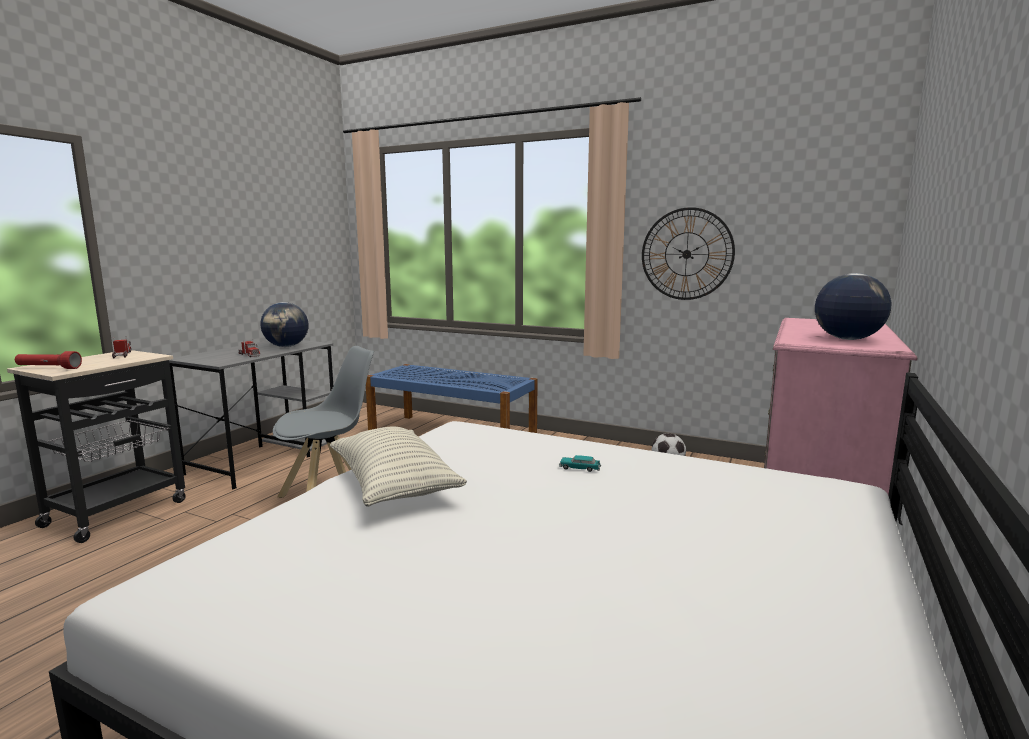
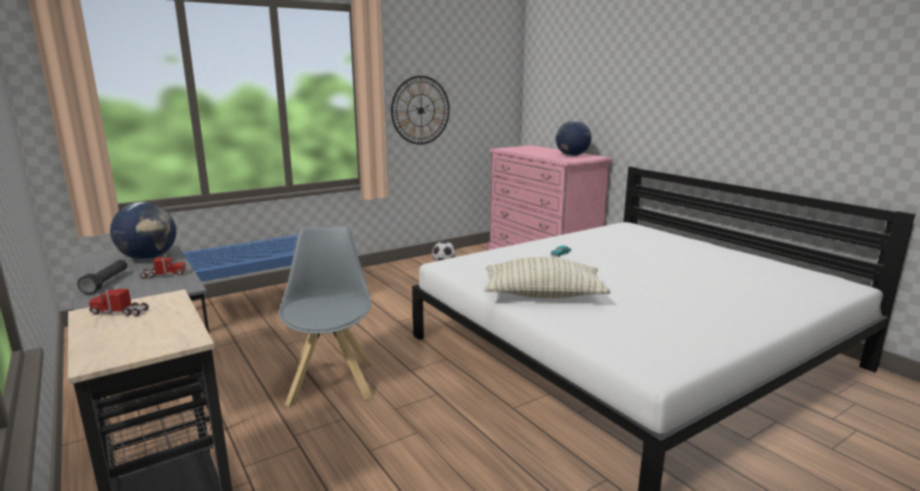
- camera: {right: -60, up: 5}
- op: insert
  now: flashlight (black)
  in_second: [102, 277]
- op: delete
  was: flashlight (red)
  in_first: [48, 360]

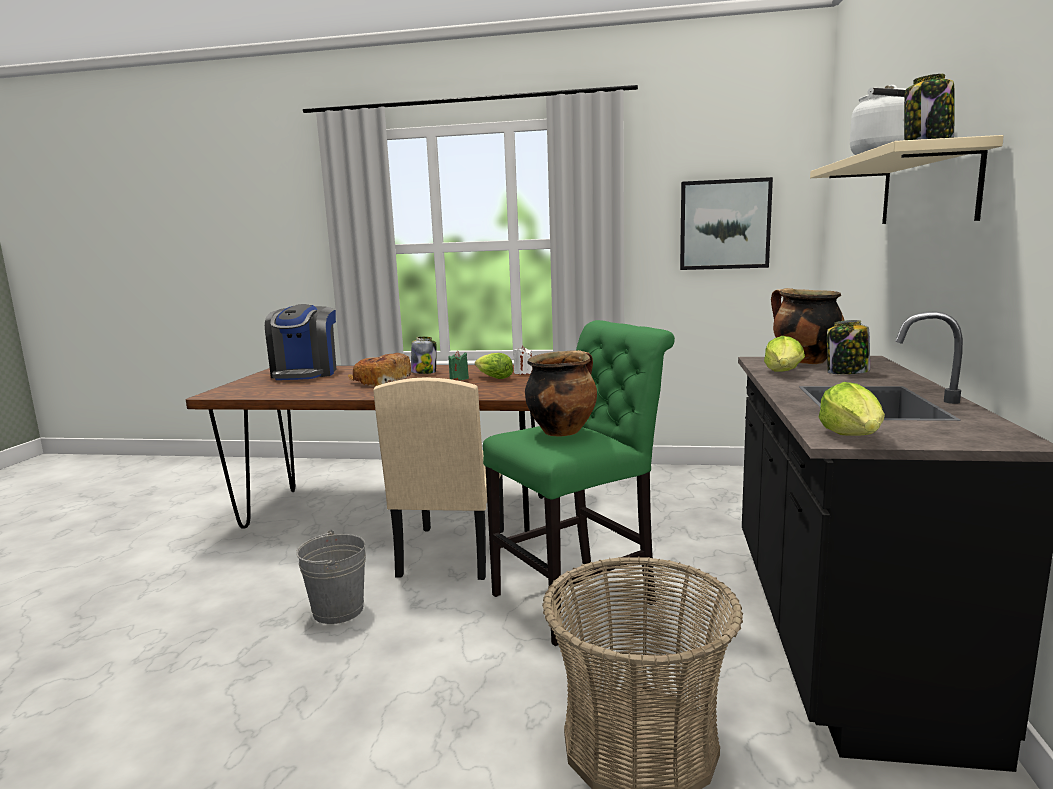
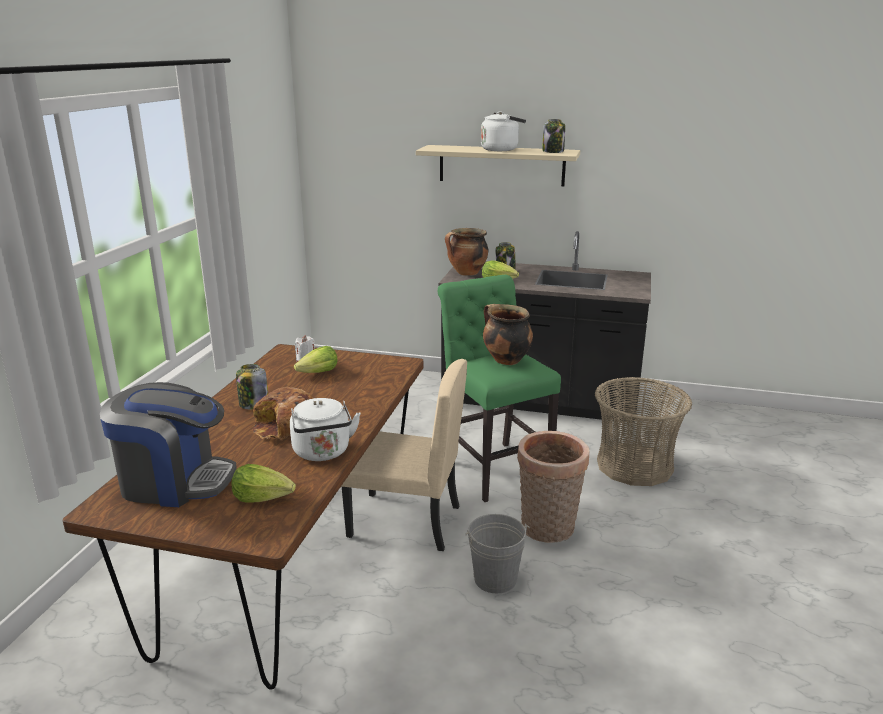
- camera: {right: -85, up: 10}
- op: move
  was: lettuce
  in_first: [852, 408]
  in_second: [264, 483]
- op: insert
  now: kettle (white)
  in_second: [325, 429]
- op: insert
  now: basket
  in_second: [553, 487]
- op: delete
  was: candle (green)
  in_first: [458, 365]
- op: delete
  was: picture
  in_first: [726, 223]

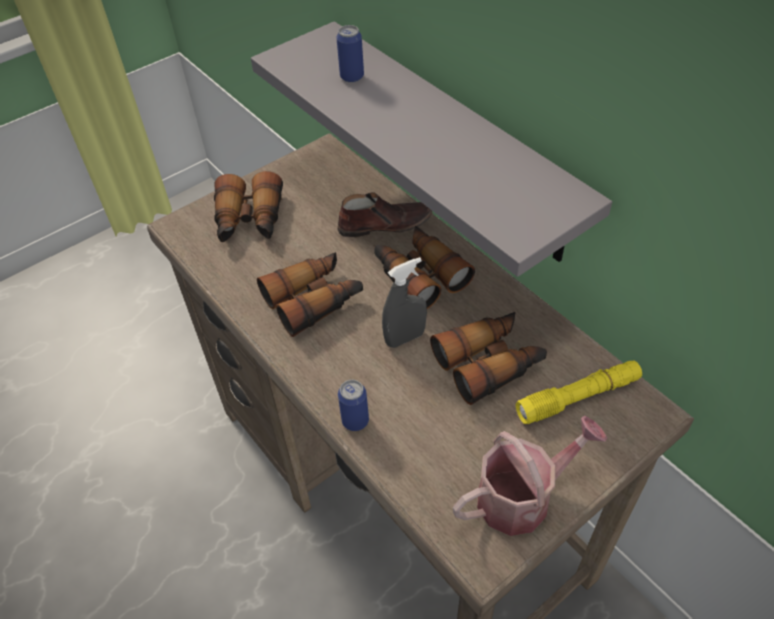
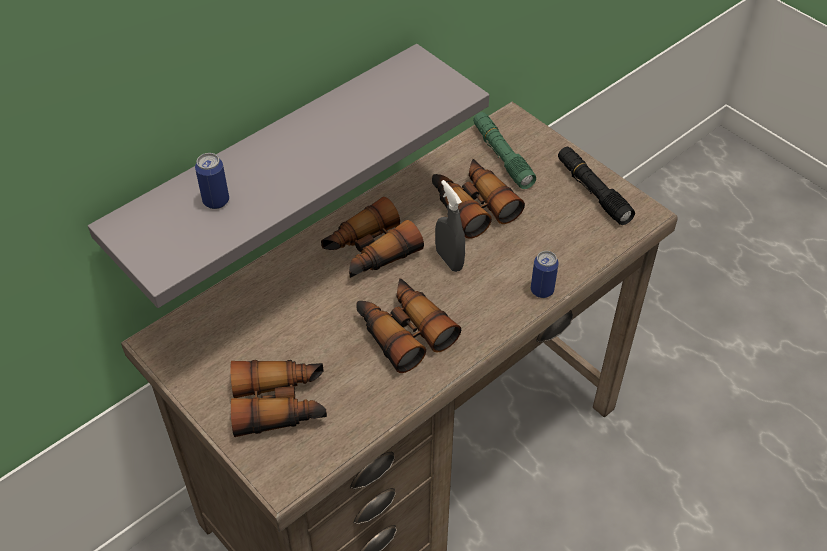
- camera: {right: -95, up: 0}
- op: recolor
  was: flashlight (yellow)
  now: flashlight (green)
  in_first: [579, 392]
  in_second: [504, 150]
- op: replace
  was: watering can
  now: flashlight (black)
  in_first: [530, 475]
  in_second: [596, 186]
- op: delete
  was: shoe (brown)
  in_first: [384, 215]

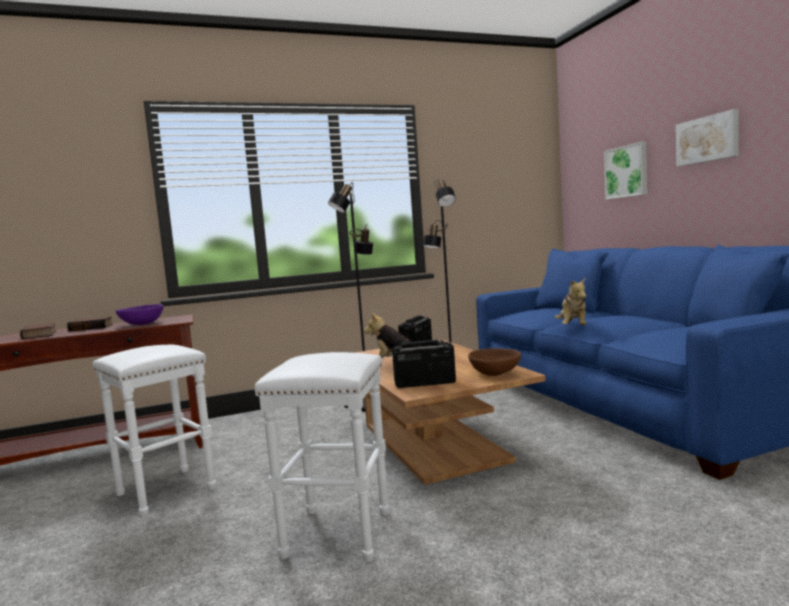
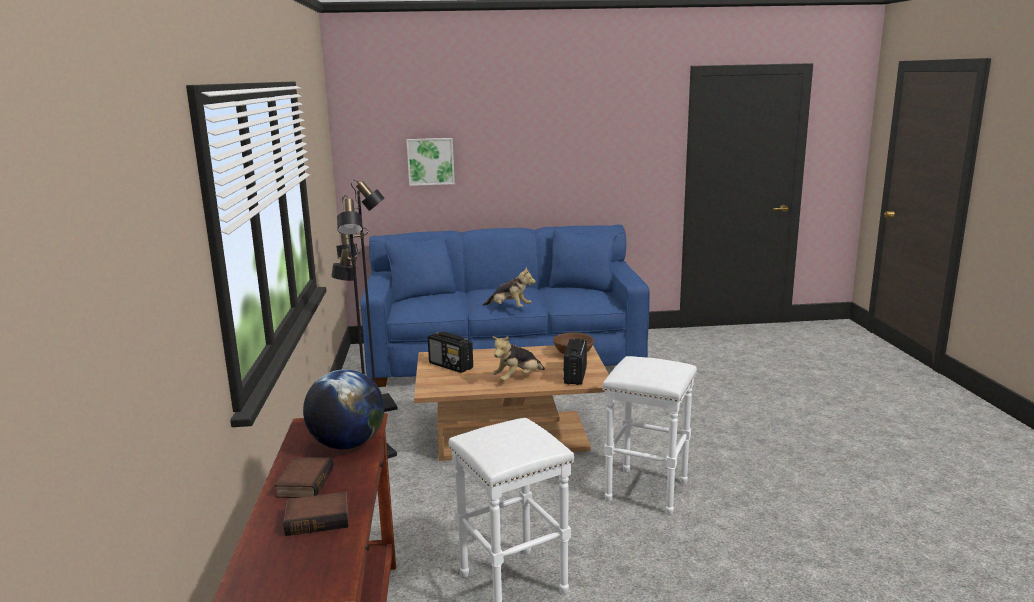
- camera: {right: -75, up: 10}
- op: replace
  was: bowl (purple)
  now: globe
  in_first: [140, 314]
  in_second: [343, 409]
- op: delete
  was: picture
  in_first: [707, 138]

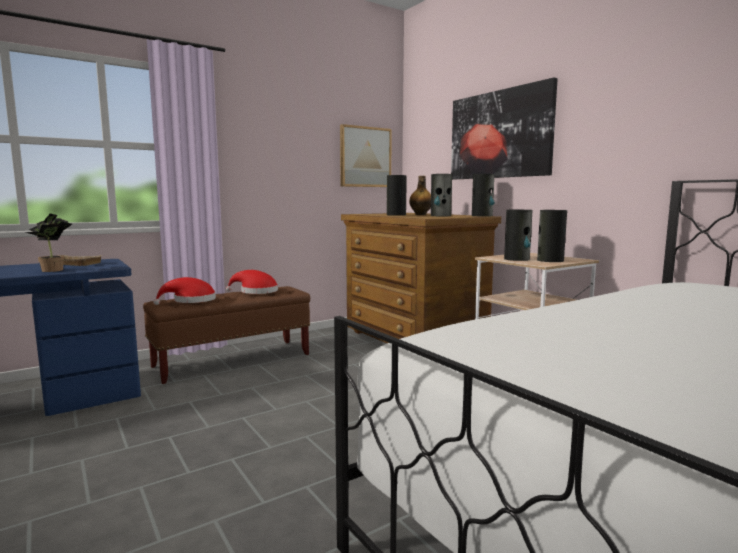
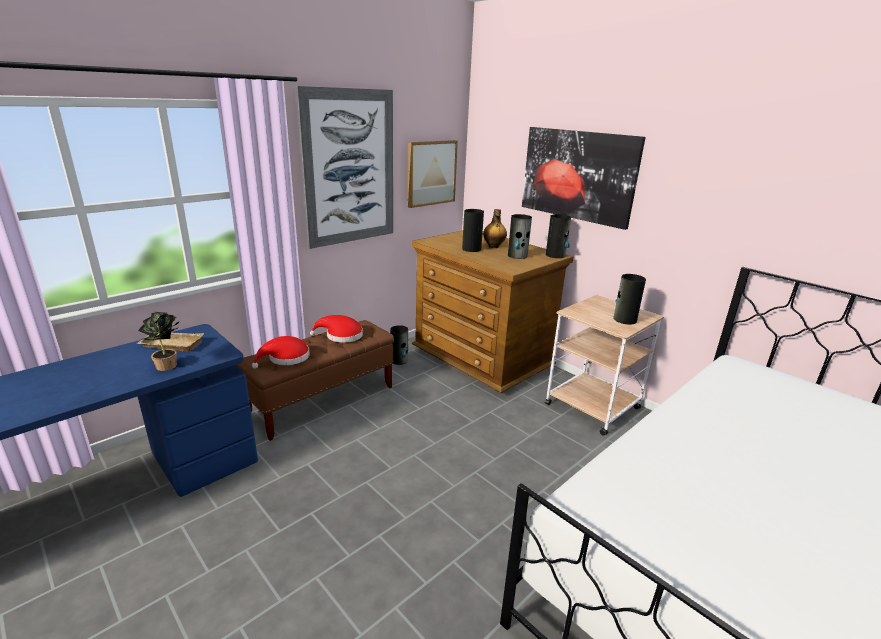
- camera: {right: -10, up: 15}
- op: insert
  now: picture
  in_second: [344, 167]
- op: move
  was: vase
  in_first: [518, 235]
  in_second: [399, 345]

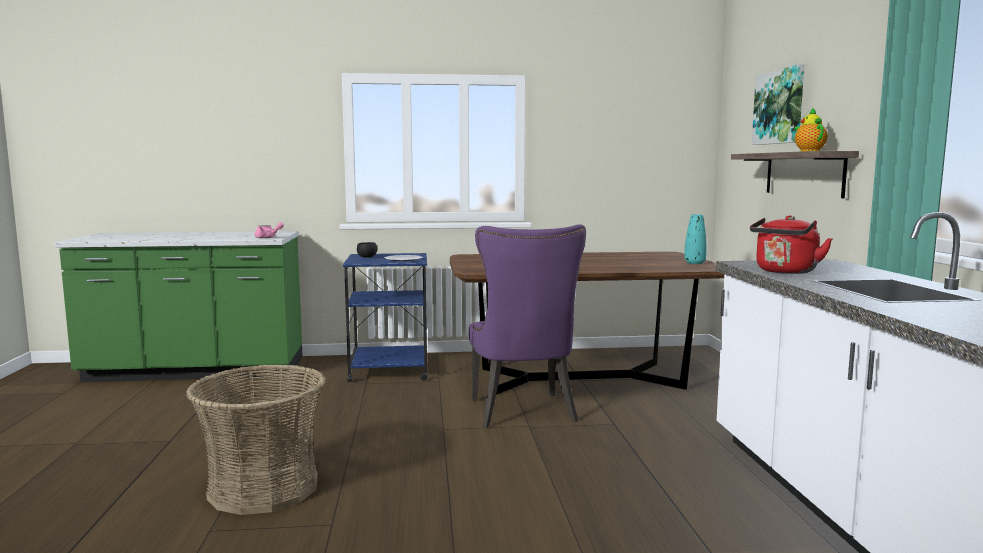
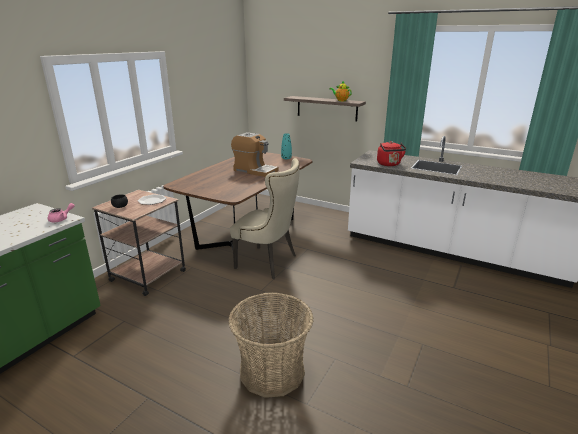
- camera: {right: -55, up: 15}
- op: recolor
  was: cart (blue)
  now: cart (brown)
  in_first: [385, 317]
  in_second: [139, 243]
- op: recolor
  was: chair (purple)
  now: chair (beige)
  in_first: [527, 326]
  in_second: [264, 218]
- op: insert
  now: coffee machine
  in_second: [255, 154]
- op: delete
  was: picture
  in_first: [778, 104]

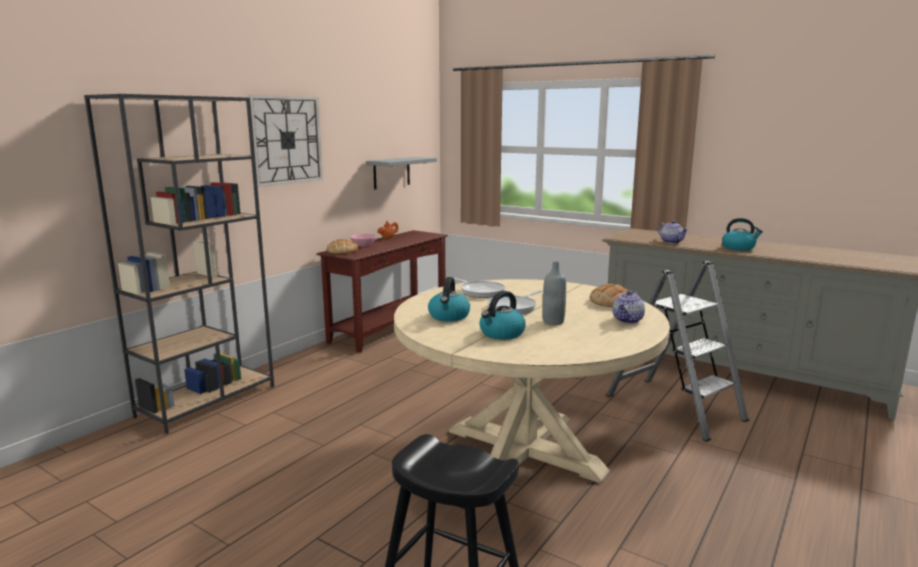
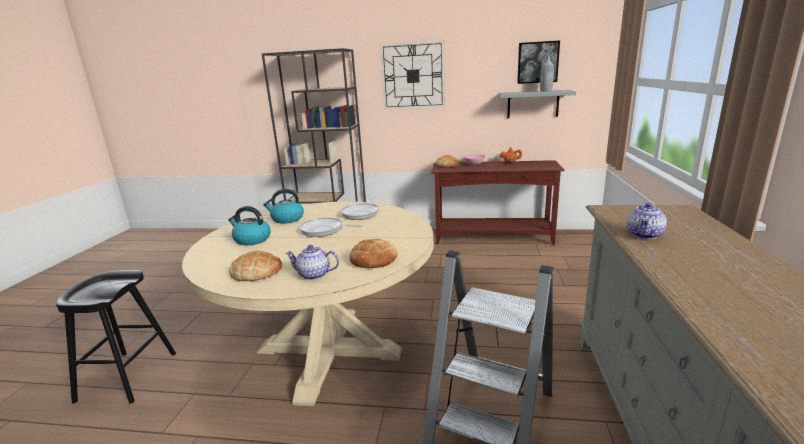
- camera: {right: 65, up: 5}
- op: insert
  now: bread
  in_second: [255, 266]
- op: insert
  now: picture
  in_second: [538, 62]
- op: move
  was: bottle (grey)
  in_first: [554, 293]
  in_second: [547, 74]
- op: delete
  was: kettle
  in_first: [742, 234]

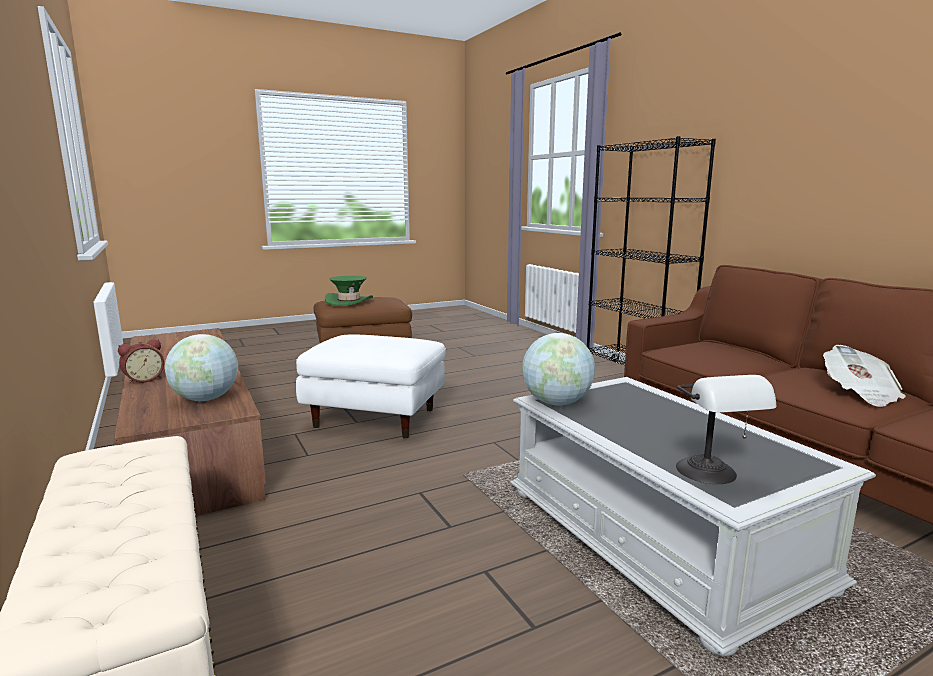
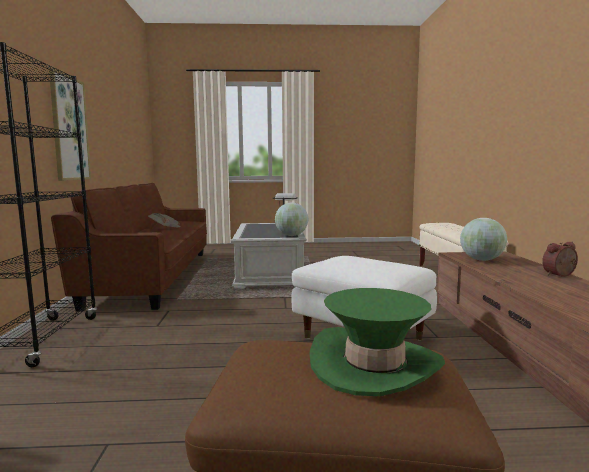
- camera: {right: -155, up: -5}
- op: insert
  now: picture
  in_second: [70, 124]

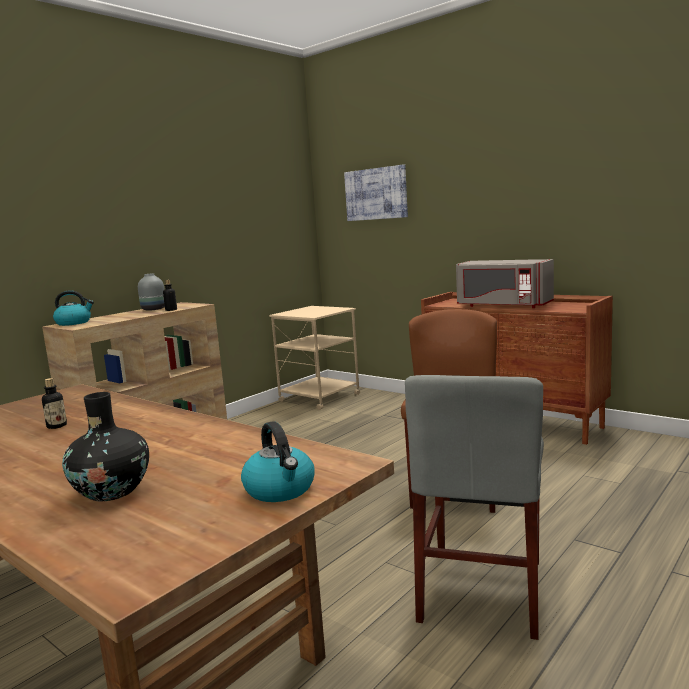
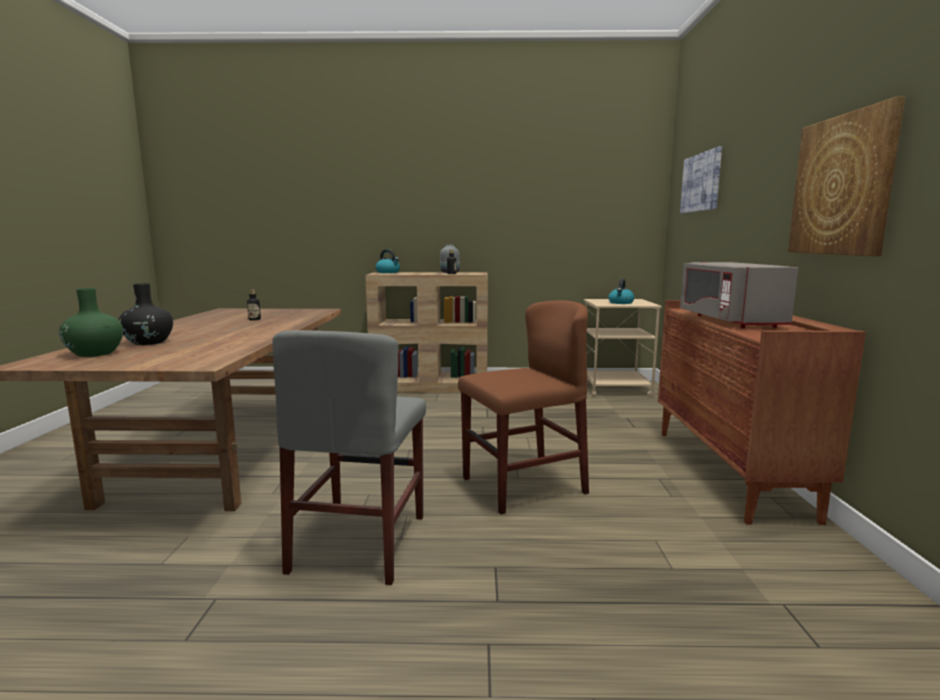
- camera: {right: 50, up: 0}
- op: insert
  now: vase (green)
  in_second: [91, 322]
- op: rotate
  was: chair (grey)
  in_first: [474, 507]
  in_second: [349, 457]
  clockwise: -60
- op: move
  was: kettle
  in_first: [278, 461]
  in_second: [621, 291]
- op: insert
  now: picture
  in_second: [847, 176]

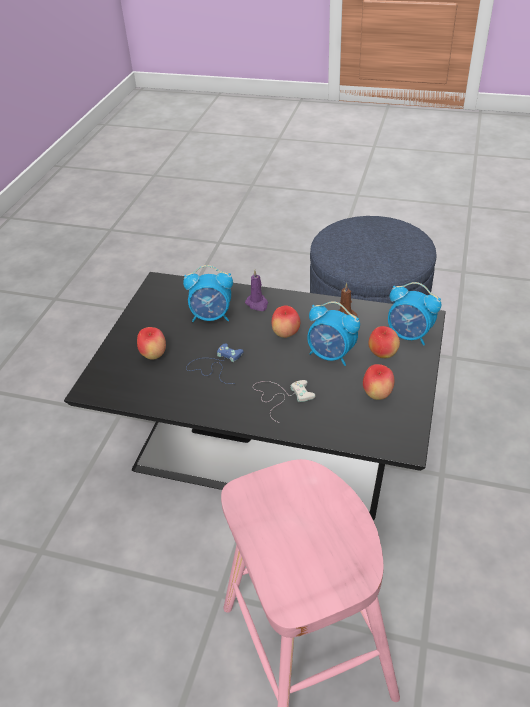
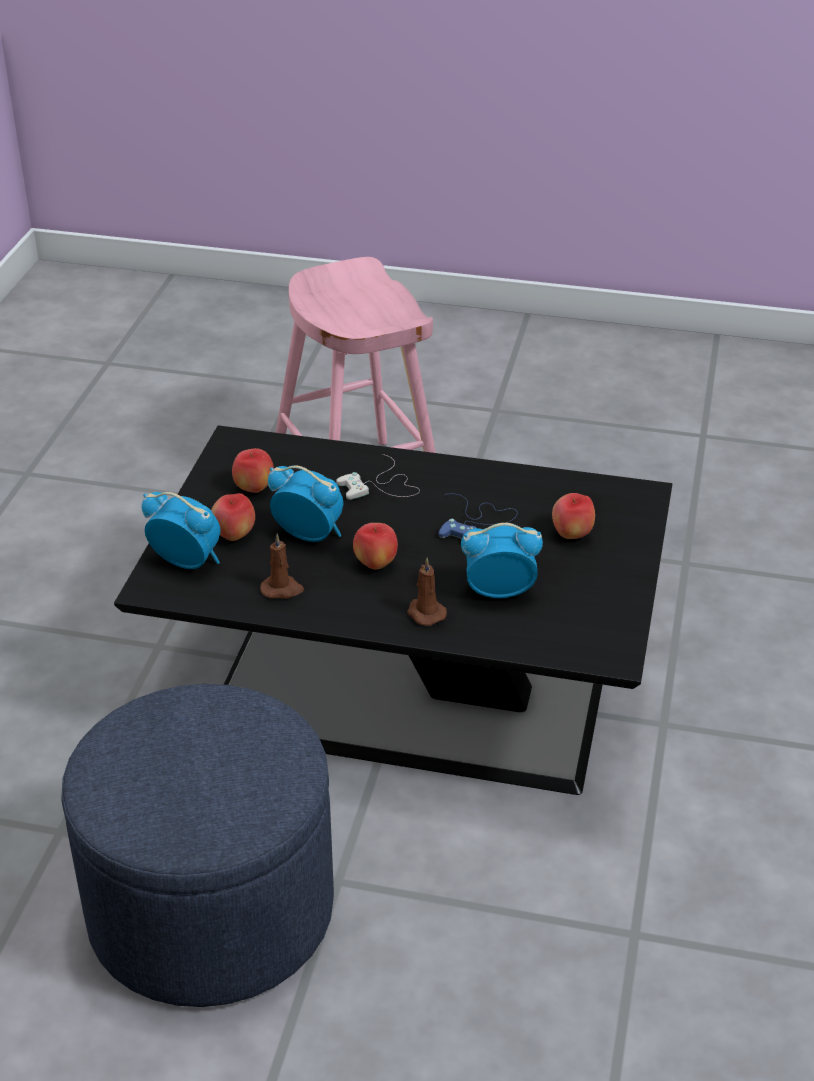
- camera: {right: 175, up: -5}
- op: recolor
  was: candle (purple)
  now: candle (brown)
  in_first: [256, 290]
  in_second: [427, 592]

